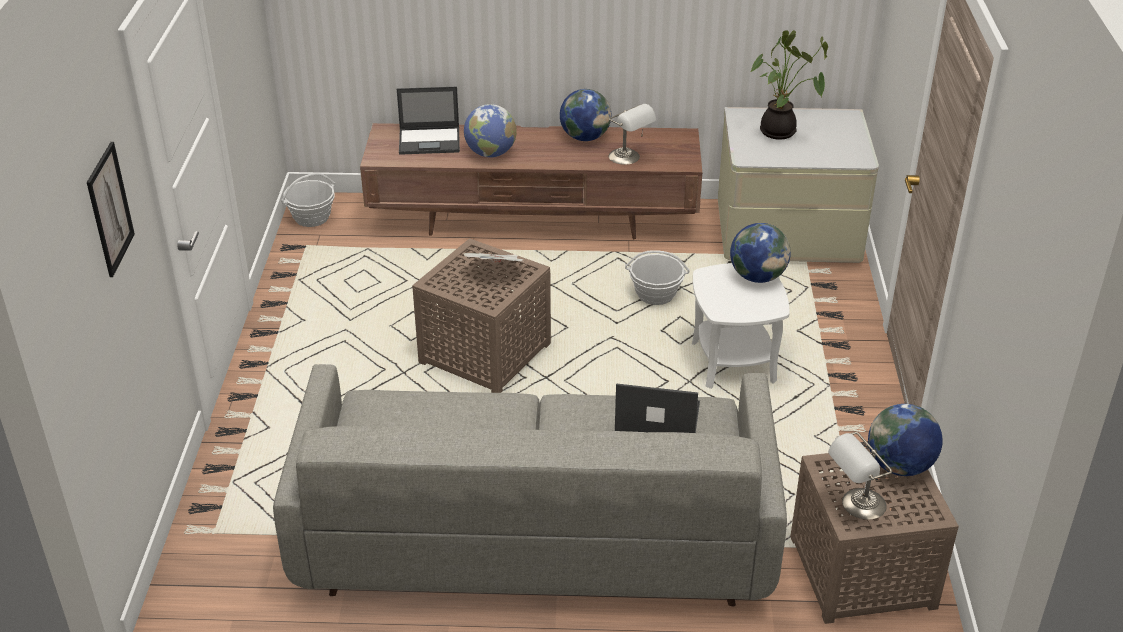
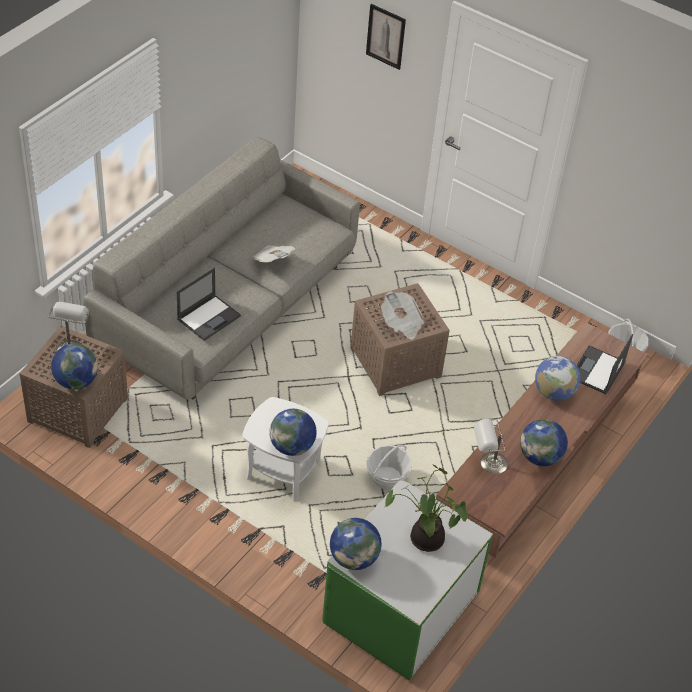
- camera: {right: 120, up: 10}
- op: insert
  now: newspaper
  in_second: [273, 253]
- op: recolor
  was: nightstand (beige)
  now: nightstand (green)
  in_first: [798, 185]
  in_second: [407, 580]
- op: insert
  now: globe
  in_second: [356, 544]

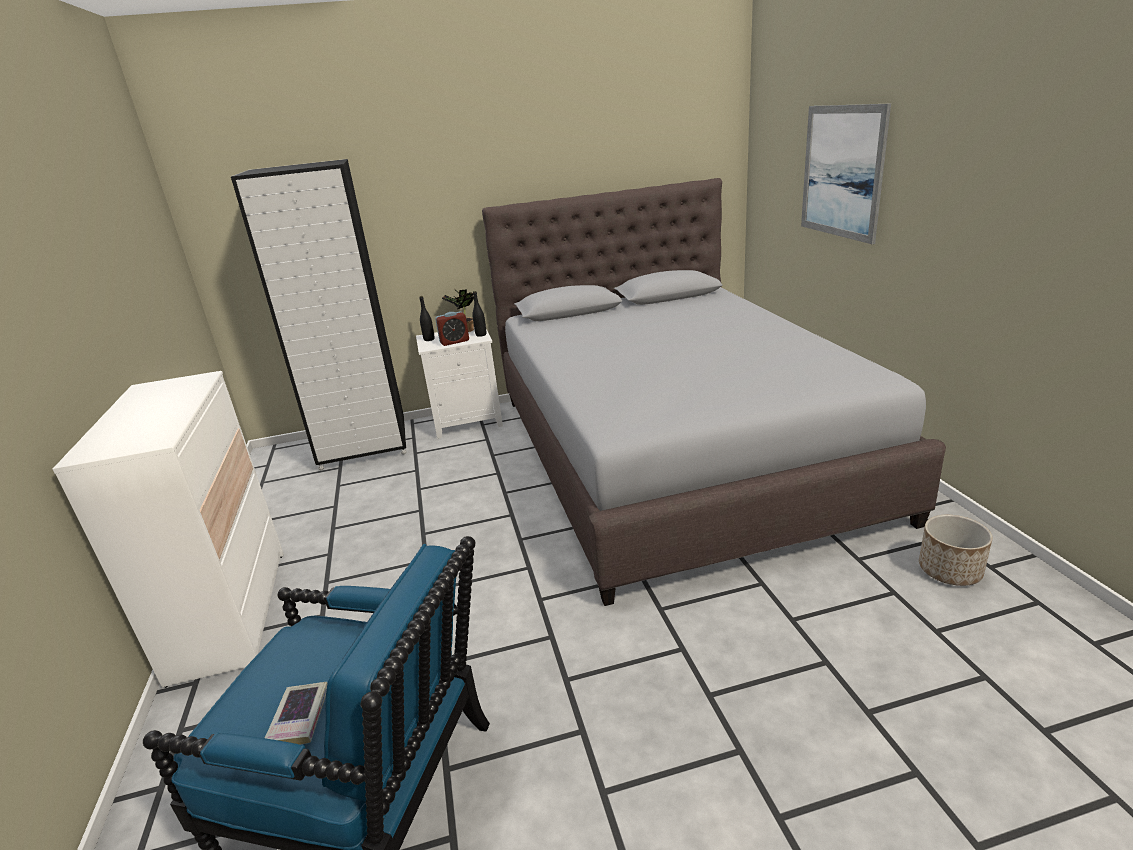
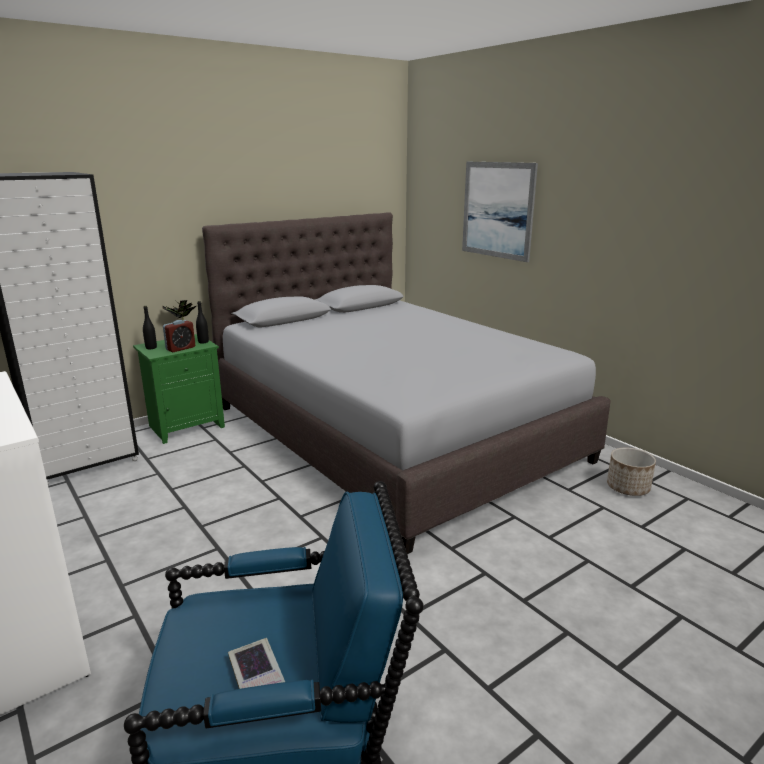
- camera: {right: -25, up: -5}
- op: recolor
  was: nightstand (white)
  now: nightstand (green)
  in_first: [459, 384]
  in_second: [179, 389]

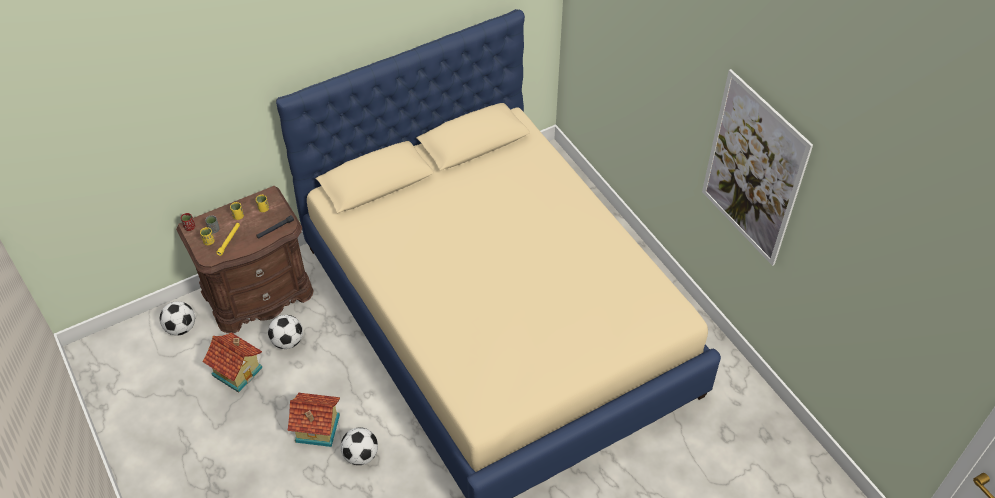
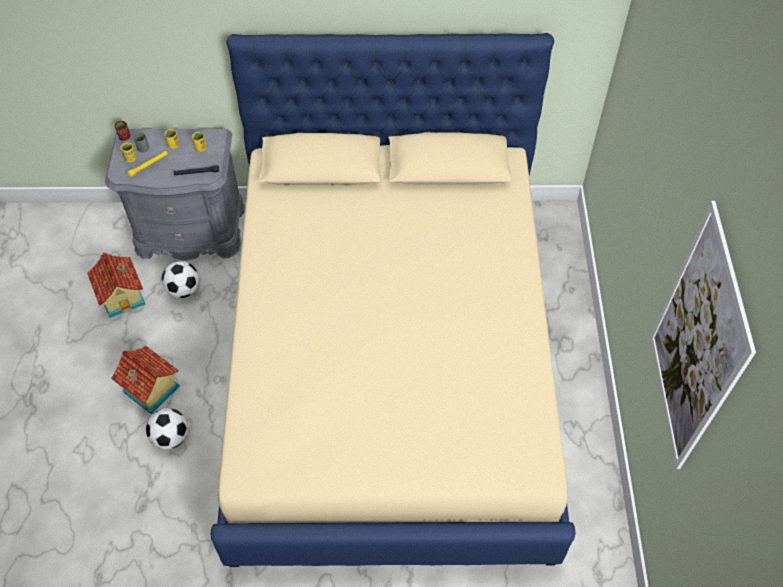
- camera: {right: 30, up: 5}
- op: recolor
  was: nightstand (brown)
  now: nightstand (grey)
  in_first: [245, 259]
  in_second: [175, 195]
- op: delete
  was: football
  in_first: [177, 318]

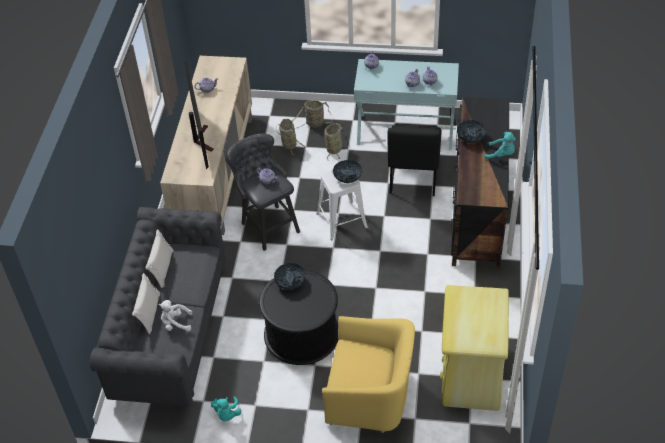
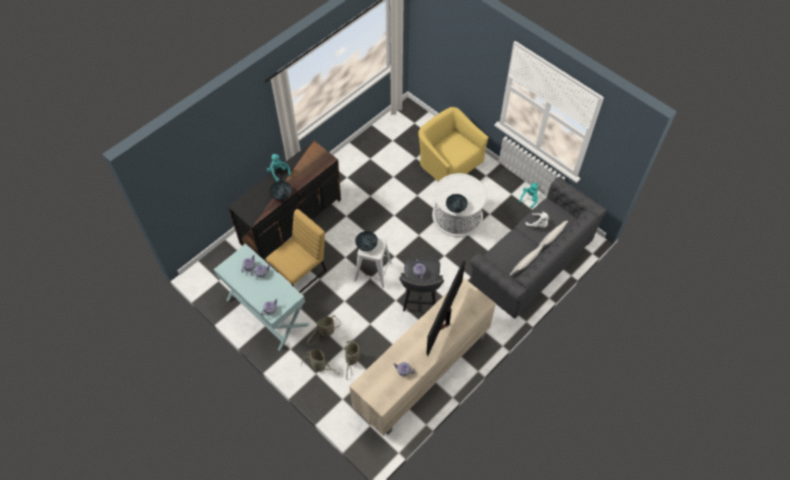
- camera: {right: -145, up: 10}
- op: recolor
  was: chair (black)
  now: chair (yellow)
  in_first: [414, 160]
  in_second: [296, 251]
- op: recolor
  was: coffee table (black)
  now: coffee table (white)
  in_first: [298, 317]
  in_second: [459, 205]
- op: delete
  was: nightstand (yellow)
  in_first: [474, 348]

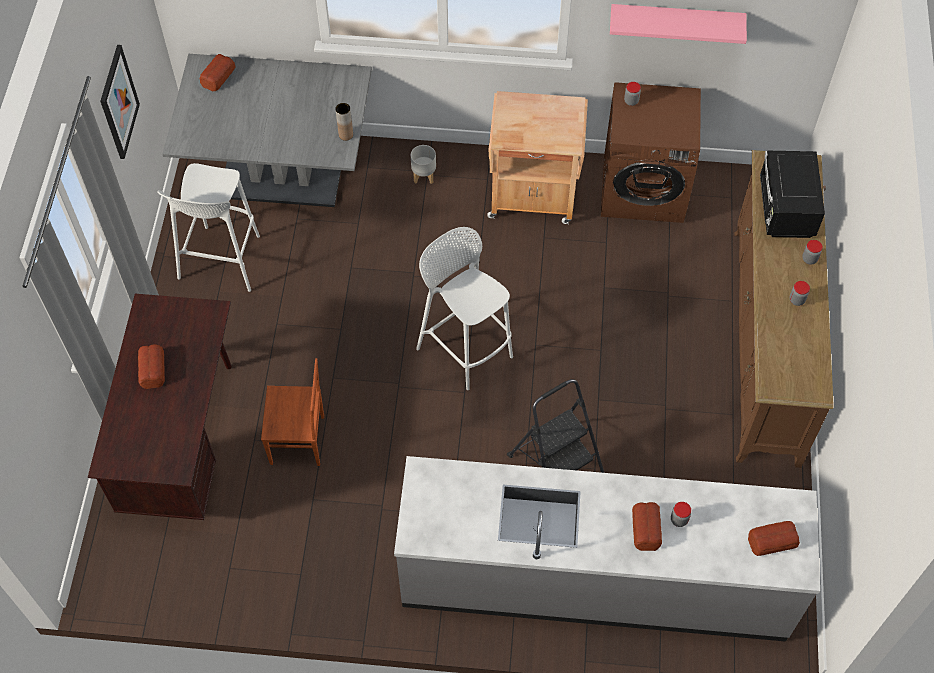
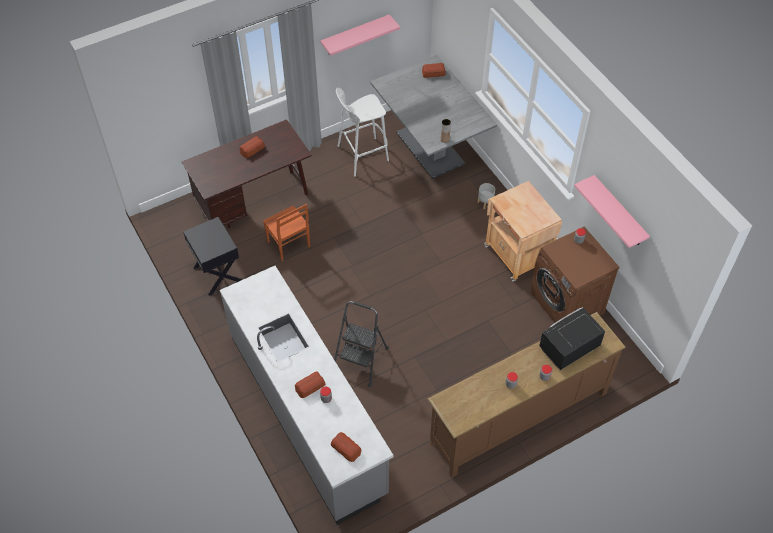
- camera: {right: 55, up: -5}
- op: insert
  now: nightstand (black)
  in_second: [212, 256]
- op: replace
  was: picture
  now: shelf (pink)
  in_first: [120, 102]
  in_second: [360, 35]
- op: delete
  was: stool (white)
  in_first: [464, 308]

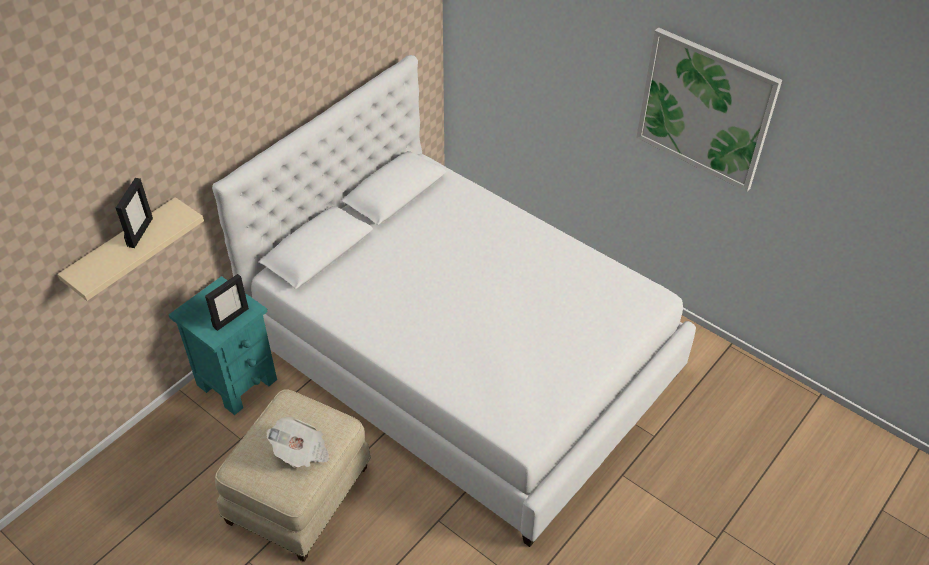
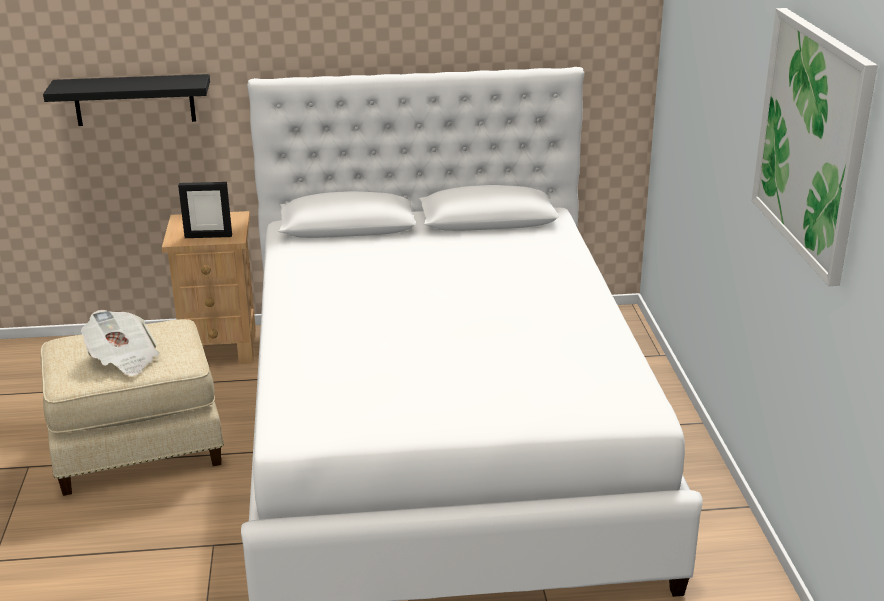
- camera: {right: 45, up: -20}
- op: recolor
  was: shelf (beige)
  now: shelf (black)
  in_first: [131, 249]
  in_second: [126, 100]
- op: recolor
  was: nightstand (turquoise)
  now: nightstand (beige)
  in_first: [223, 345]
  in_second: [209, 287]
- op: delete
  was: picture frame
  in_first: [134, 213]

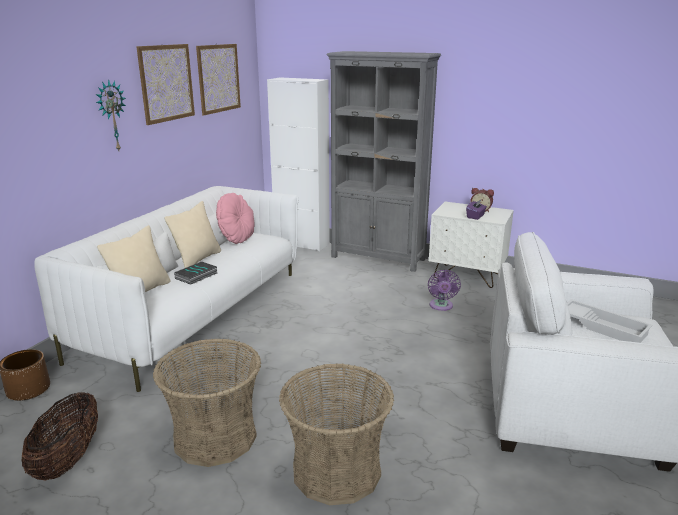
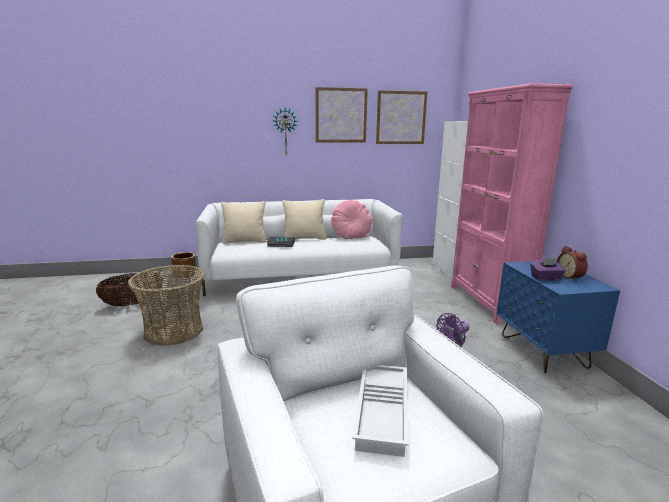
- camera: {right: 55, up: -5}
- op: recolor
  was: bookcase (grey)
  now: bookcase (pink)
  in_first: [384, 161]
  in_second: [512, 203]
- op: recolor
  was: nightstand (white)
  now: nightstand (blue)
  in_first: [471, 245]
  in_second: [558, 317]
- op: delete
  was: basket
  in_first: [336, 434]

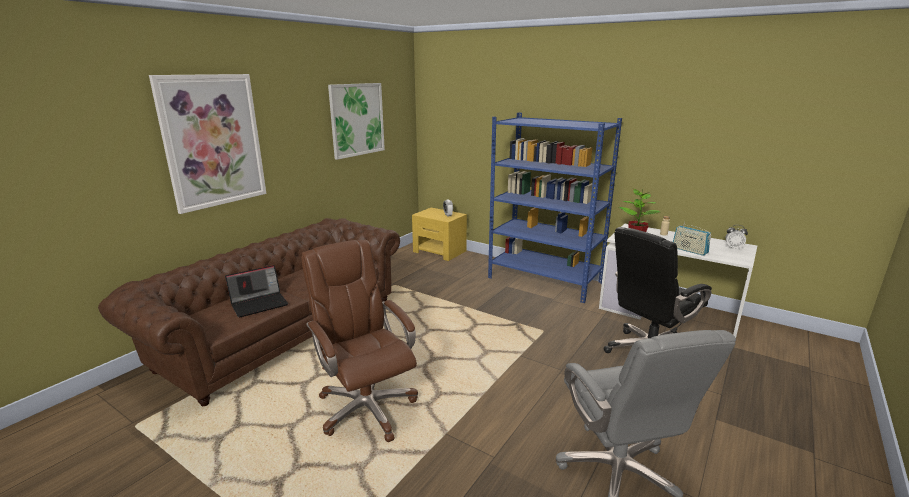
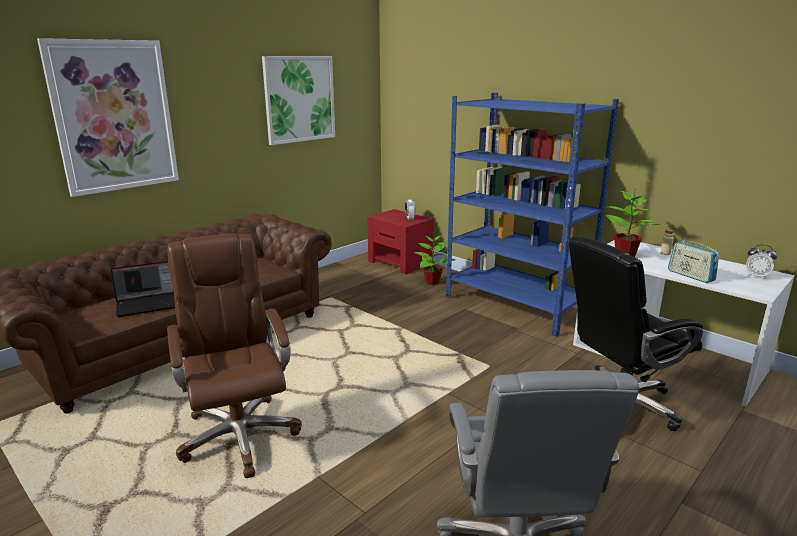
- camera: {right: 10, up: 0}
- op: recolor
  was: nightstand (yellow)
  now: nightstand (red)
  in_first: [439, 234]
  in_second: [400, 241]
- op: insert
  now: potted plant
  in_second: [434, 259]

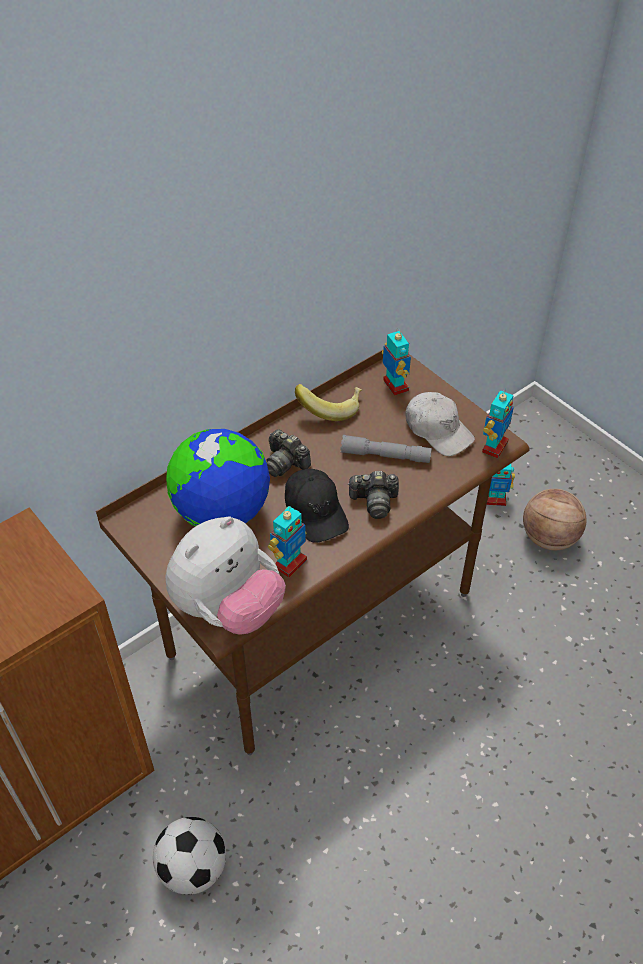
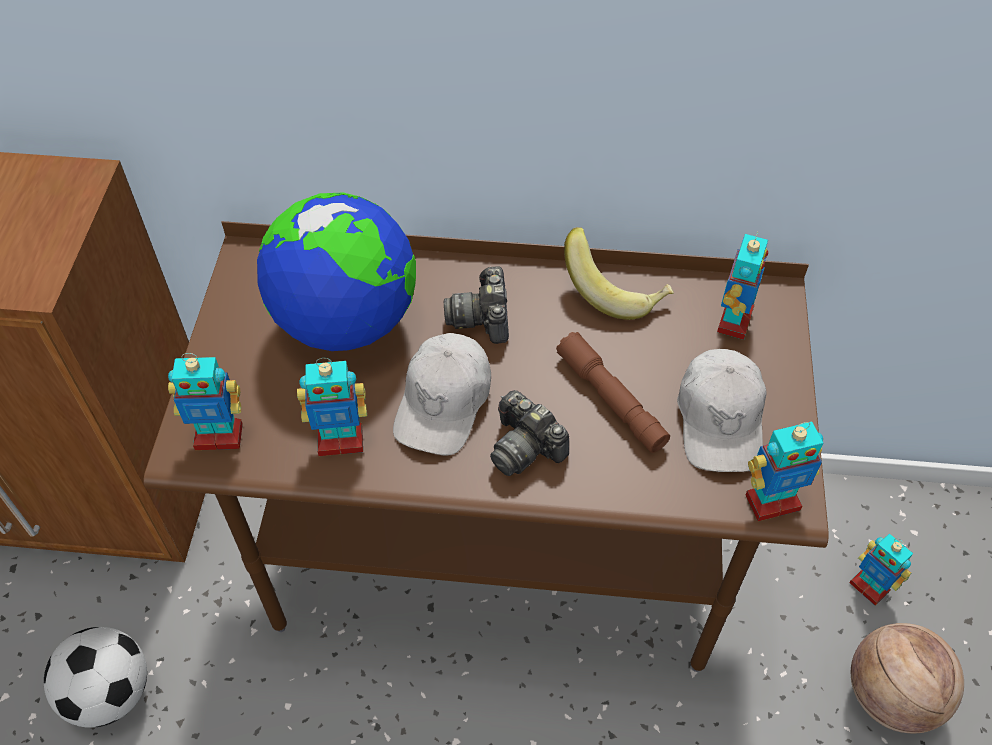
- camera: {right: 45, up: 5}
- op: replace
  was: plush toy
  now: toy robot
  in_first: [225, 575]
  in_second: [205, 401]
- op: recolor
  was: cap (black)
  now: cap (white)
  in_first: [317, 506]
  in_second: [442, 394]
- op: recolor
  was: flashlight (grey)
  now: flashlight (brown)
  in_first: [386, 449]
  in_second: [613, 392]

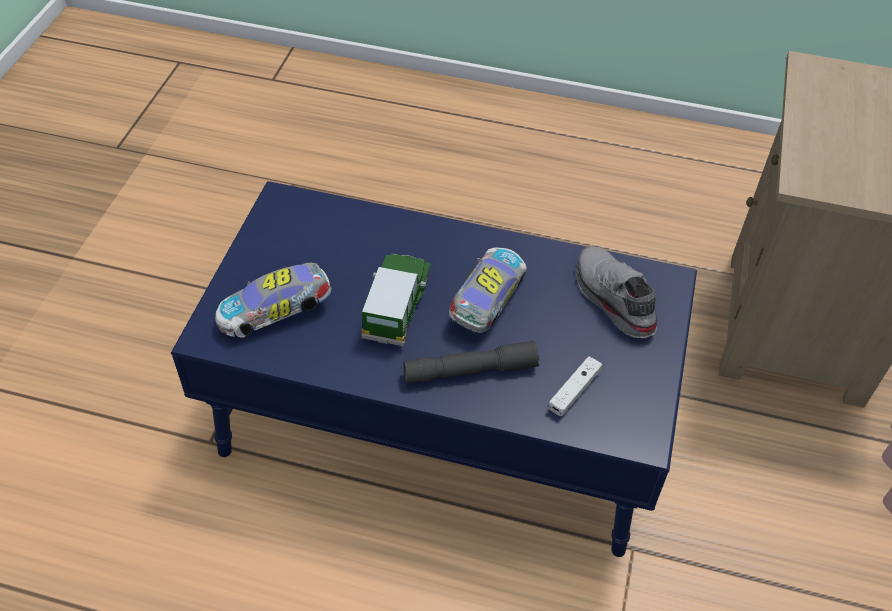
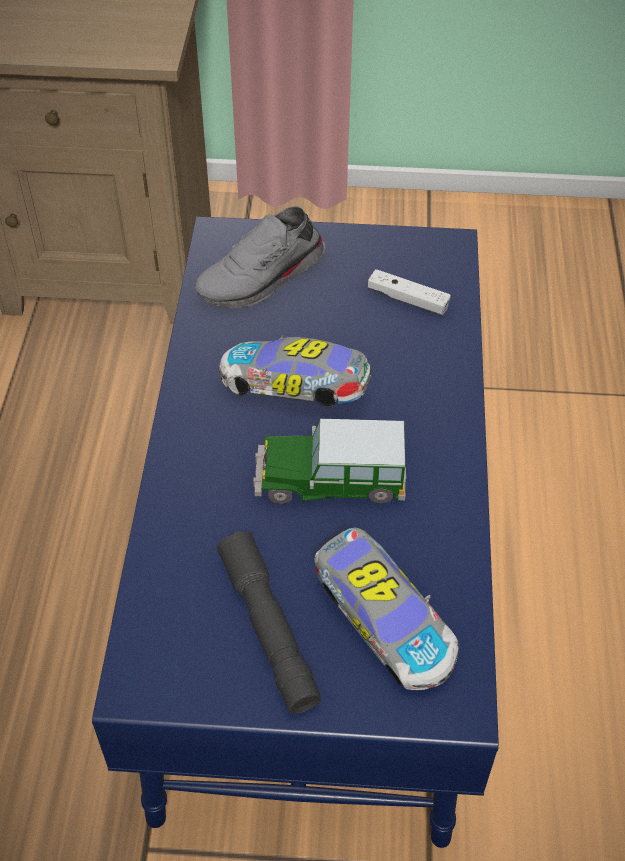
- camera: {right: -100, up: 0}
- op: move
  was: flashlight (grey)
  in_first: [472, 362]
  in_second: [269, 622]

